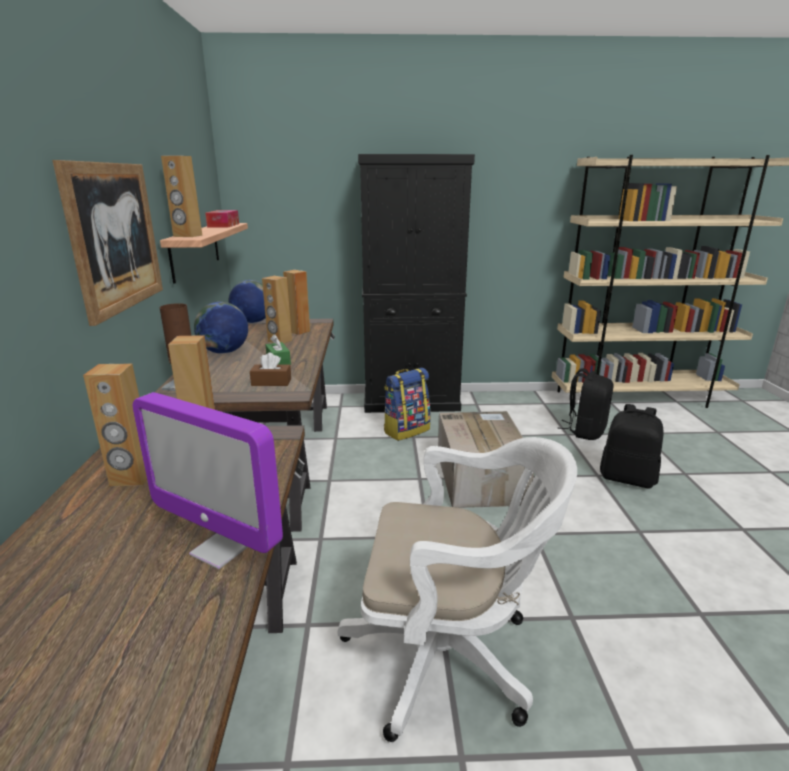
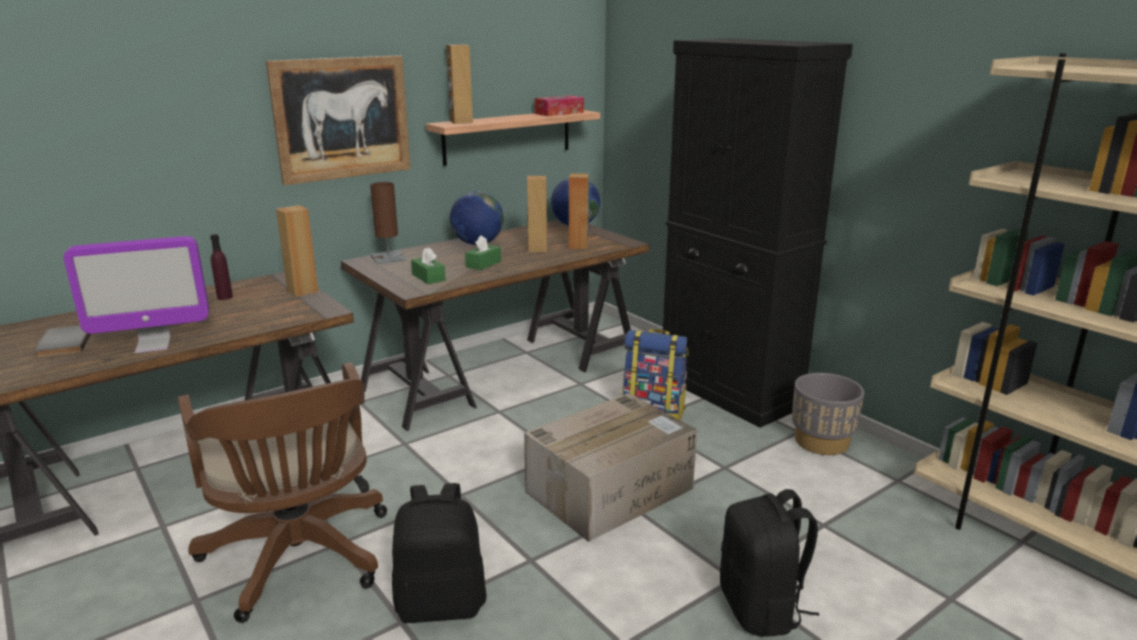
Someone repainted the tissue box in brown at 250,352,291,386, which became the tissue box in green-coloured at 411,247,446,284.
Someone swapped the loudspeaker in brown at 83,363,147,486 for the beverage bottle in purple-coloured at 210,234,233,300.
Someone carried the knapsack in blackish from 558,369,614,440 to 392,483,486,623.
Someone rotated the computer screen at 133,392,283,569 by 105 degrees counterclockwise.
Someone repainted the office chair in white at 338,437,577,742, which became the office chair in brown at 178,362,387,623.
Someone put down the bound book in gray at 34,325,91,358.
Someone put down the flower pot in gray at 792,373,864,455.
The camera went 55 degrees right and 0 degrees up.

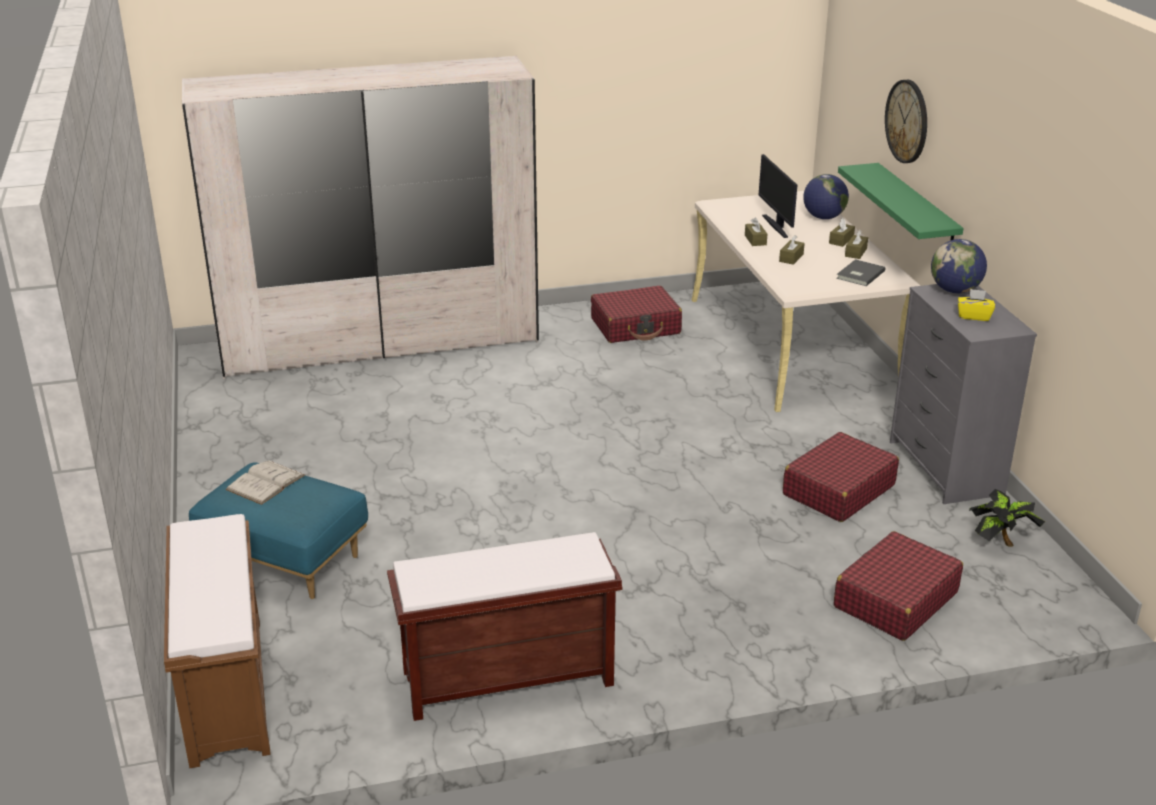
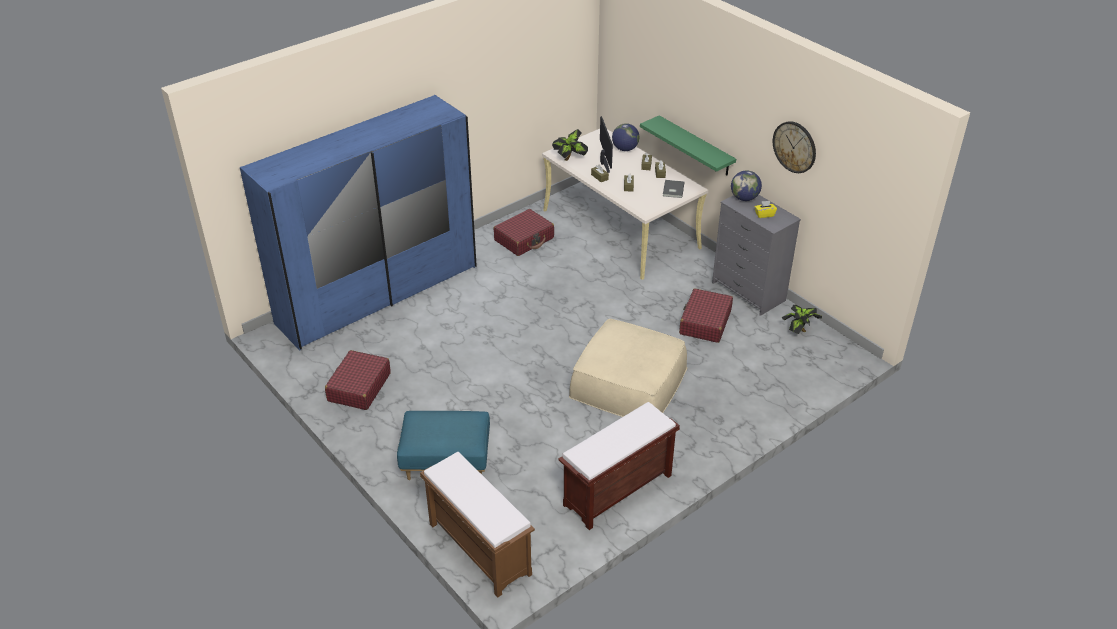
Someone repainted the wardrobe in white at 182,56,539,379, which became the wardrobe in bluish at 240,95,477,351.
Someone carried the wall clock from 885,80,927,163 to 773,121,816,173.
Someone rotated the computer screen at 759,154,797,238 by 150 degrees counterclockwise.
Someone took away the bound book in white at 226,460,305,505.
Someone carried the piece of luggage in red from 834,531,963,641 to 325,350,391,410.
Someone put down the potted plant at 552,129,588,161.
Someone put down the ottoman in beige at 569,319,687,417.
The camera went 25 degrees left and 10 degrees up.

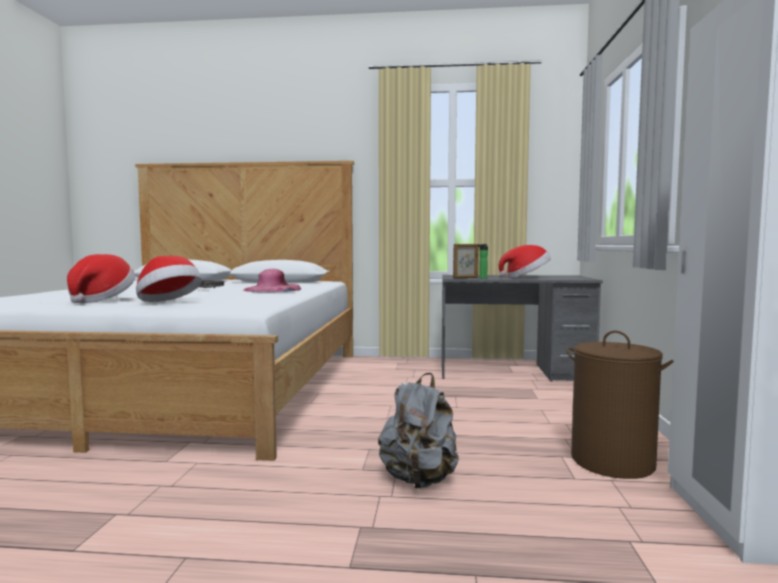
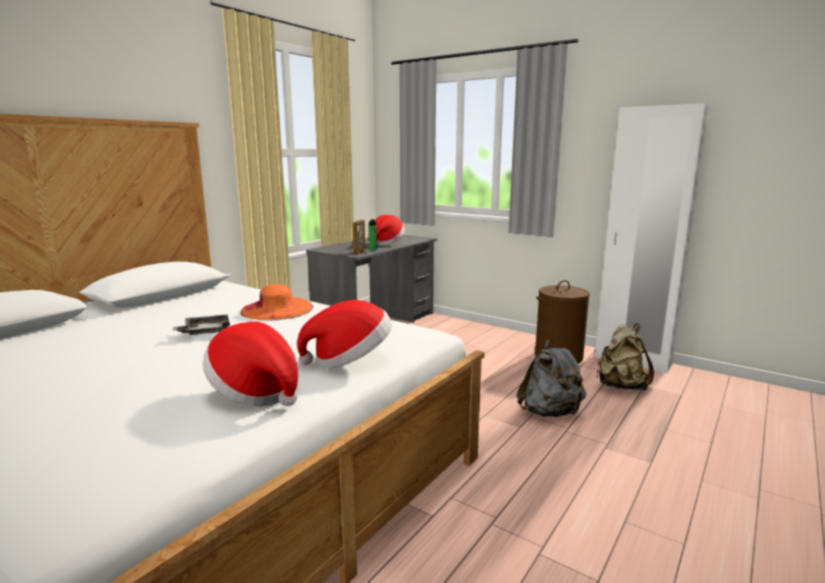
Someone repainted the hat in pink at 243,269,301,292, which became the hat in orange-coloured at 240,284,313,320.
Someone put down the knapsack in beige at 597,323,654,391.
The camera went 60 degrees left and 10 degrees up.

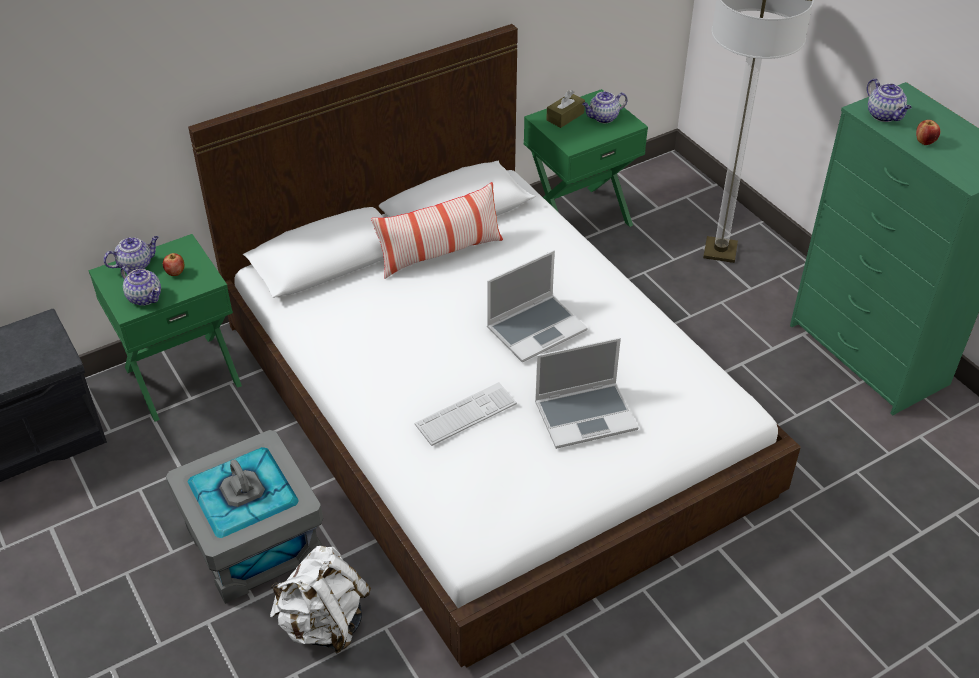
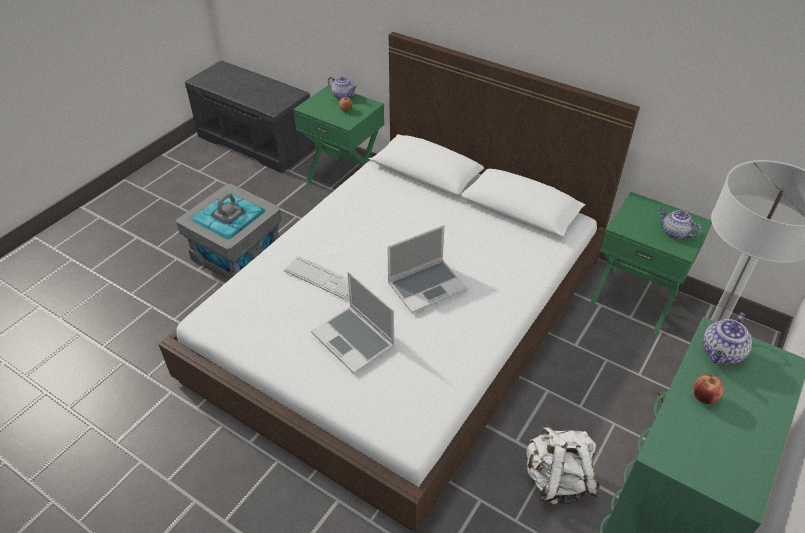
Someone took away the tissue box in brown at 546,90,585,128.
Someone took away the cushion at 371,182,503,279.
Someone rotated the laptop at 487,250,588,362 by 60 degrees counterclockwise.
Someone took away the pot for tea at 121,266,161,306.
Someone carried the knapsack in white from 270,546,371,653 to 526,425,600,505.
The camera went 65 degrees right and 0 degrees up.

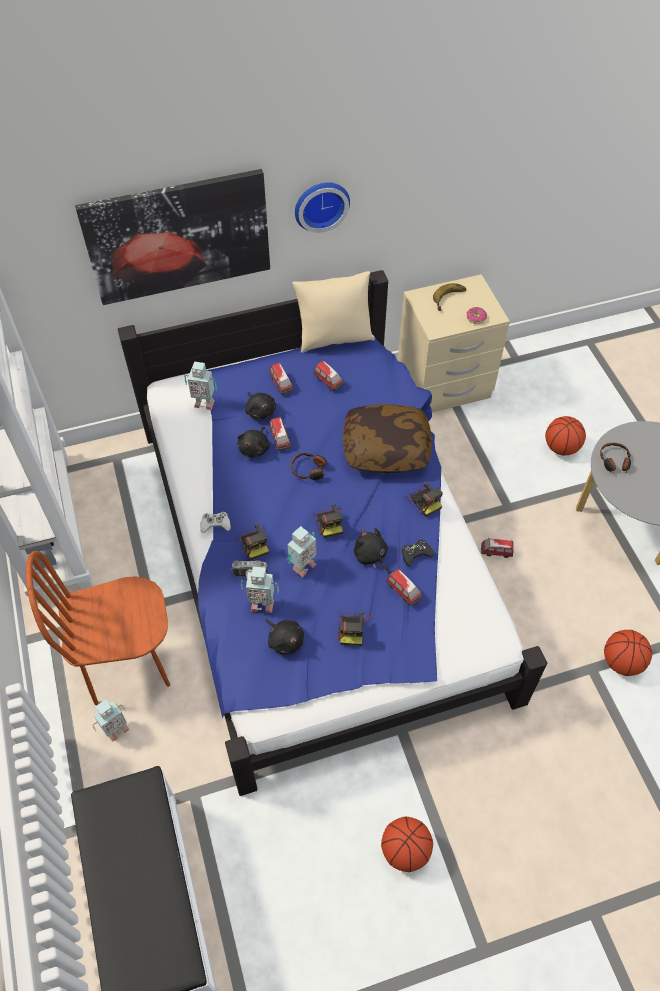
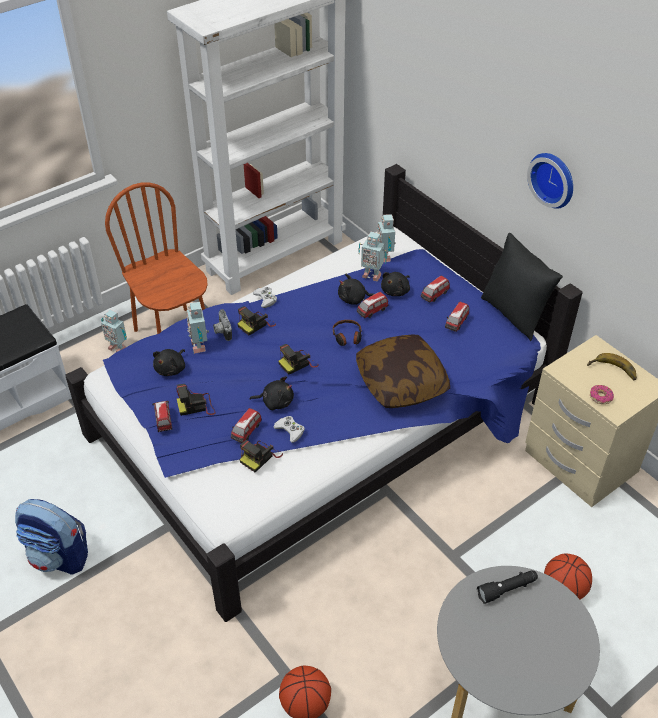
Someone took away the wall art at 75,169,270,305.
Someone repainted the cushion in beige at 292,271,374,353, which became the cushion in blackish at 481,233,563,341.
Someone swapped the headset at 600,443,631,473 for the flashlight in blackish at 477,570,538,604.
Someone carried the photo camera from 405,482,443,517 to 240,440,283,472.
Someone carried the toy robot from 287,526,317,577 to 358,232,387,282.
Someone rotated the cuddly toy in blackish at 354,528,390,574 by 60 degrees clockwise.
Someone carried the miniature car from 481,539,513,558 to 152,401,172,432.
Someone repainted the game controller in blackish at 402,540,434,566, which became the game controller in white at 273,416,305,443.
Someone swapped the ball for basketball at 381,817,433,872 for the knapsack at 15,499,88,575.
The camera went 70 degrees right and 10 degrees down.

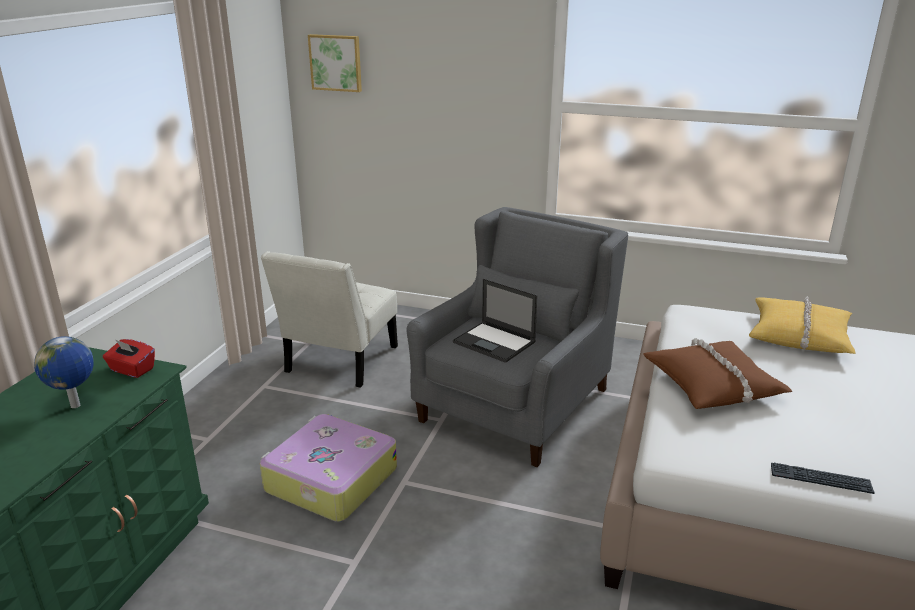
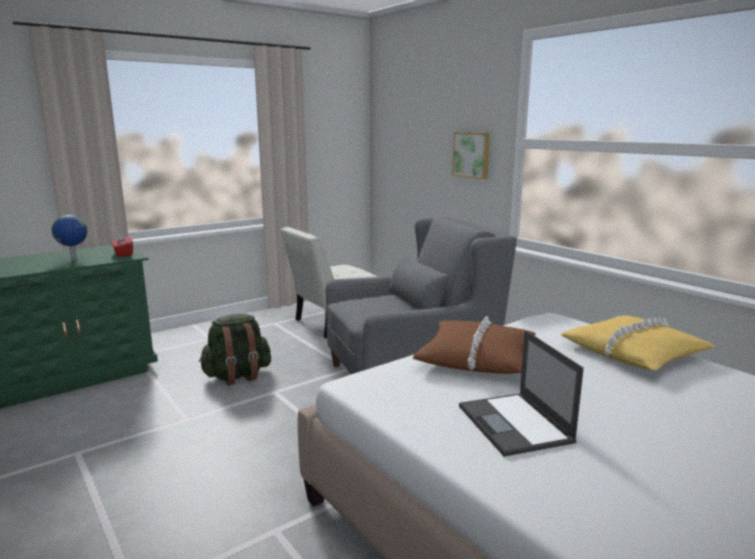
Someone carried the wall art from 308,34,362,92 to 452,132,490,179.
Someone carried the laptop from 453,278,538,363 to 459,330,584,457.
Someone swapped the piece of luggage at 260,414,397,522 for the knapsack in green-coloured at 199,314,271,386.
Someone took away the PC keyboard at 771,463,875,494.
The camera went 35 degrees right and 10 degrees down.

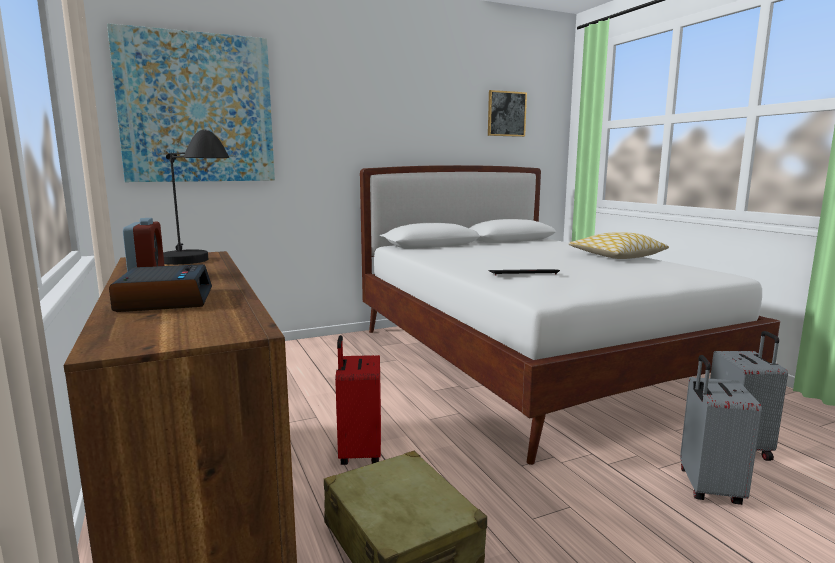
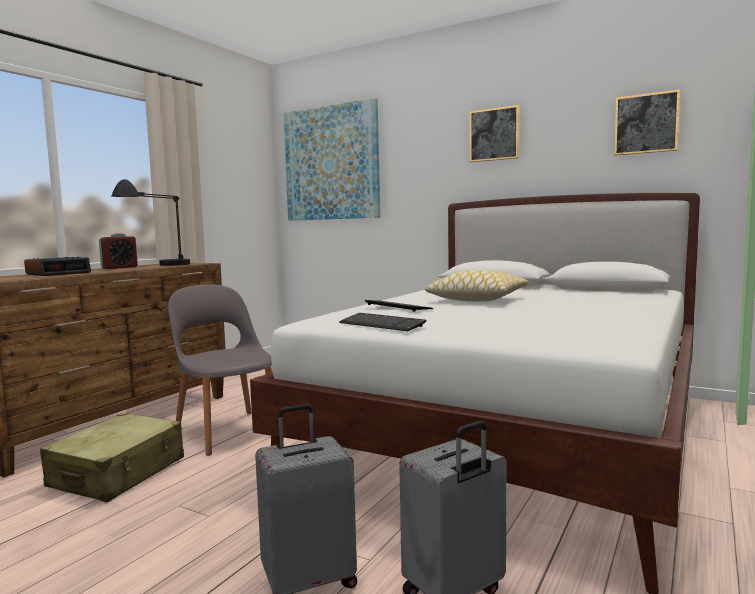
Someone carried the cushion from 569,232,669,259 to 425,270,528,301.
Someone swapped the piece of luggage in red at 335,335,381,465 for the chair in gray at 168,284,272,456.
Someone put up the wall art at 469,105,519,162.
Someone put down the PC keyboard at 339,313,426,331.
The camera went 55 degrees right and 5 degrees down.

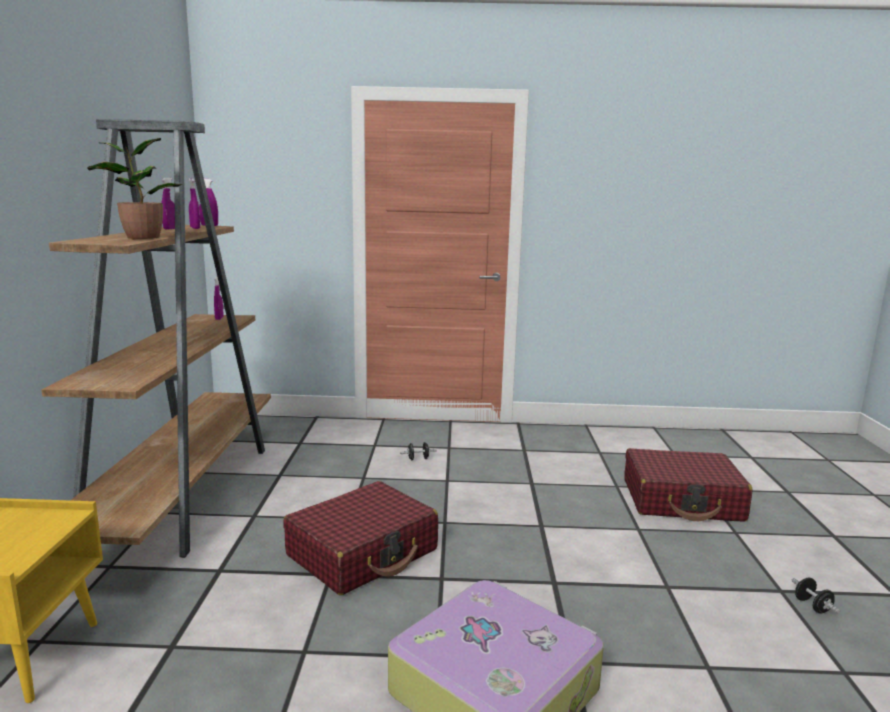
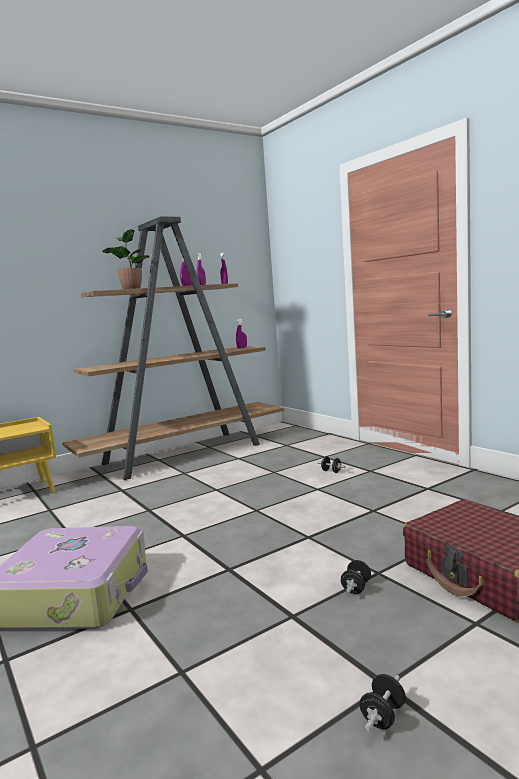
Someone took away the piece of luggage in red at 283,481,438,595.
Someone put down the dumbbell in blackish at 341,560,371,594.
The camera went 55 degrees right and 5 degrees down.

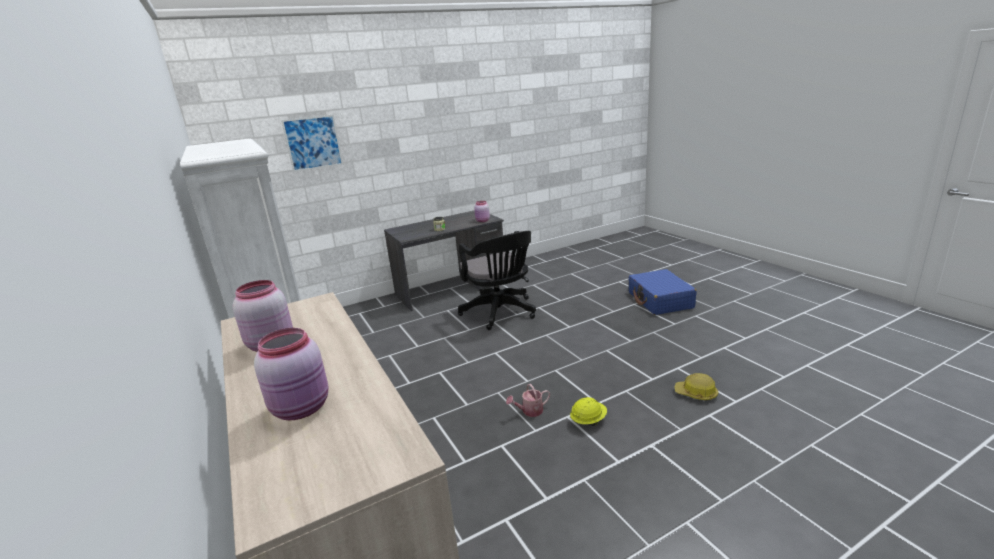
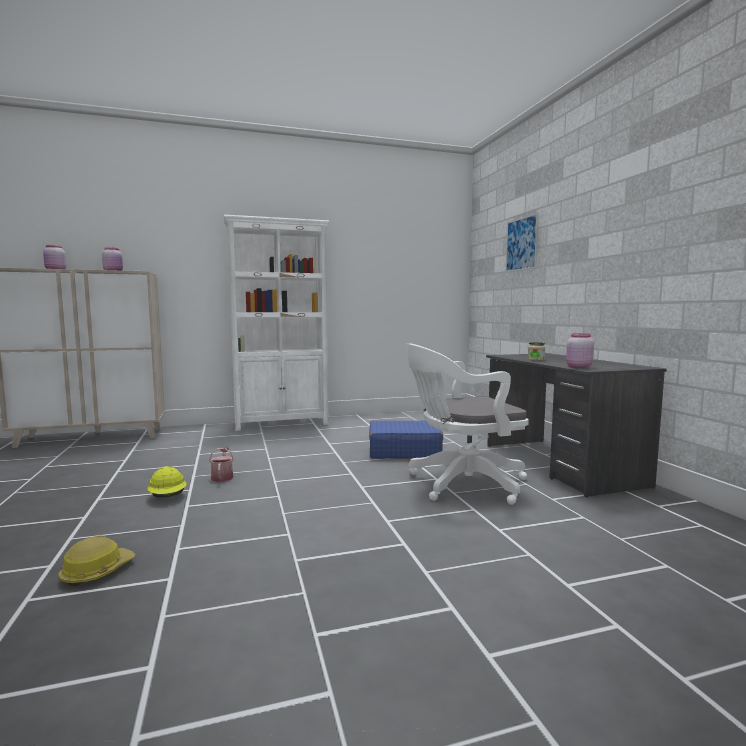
Someone repainted the office chair in blackish at 458,231,536,330, which became the office chair in white at 406,344,529,505.
Someone carried the piece of luggage in bluish from 628,269,697,315 to 369,421,443,459.
The camera went 100 degrees right and 15 degrees down.

